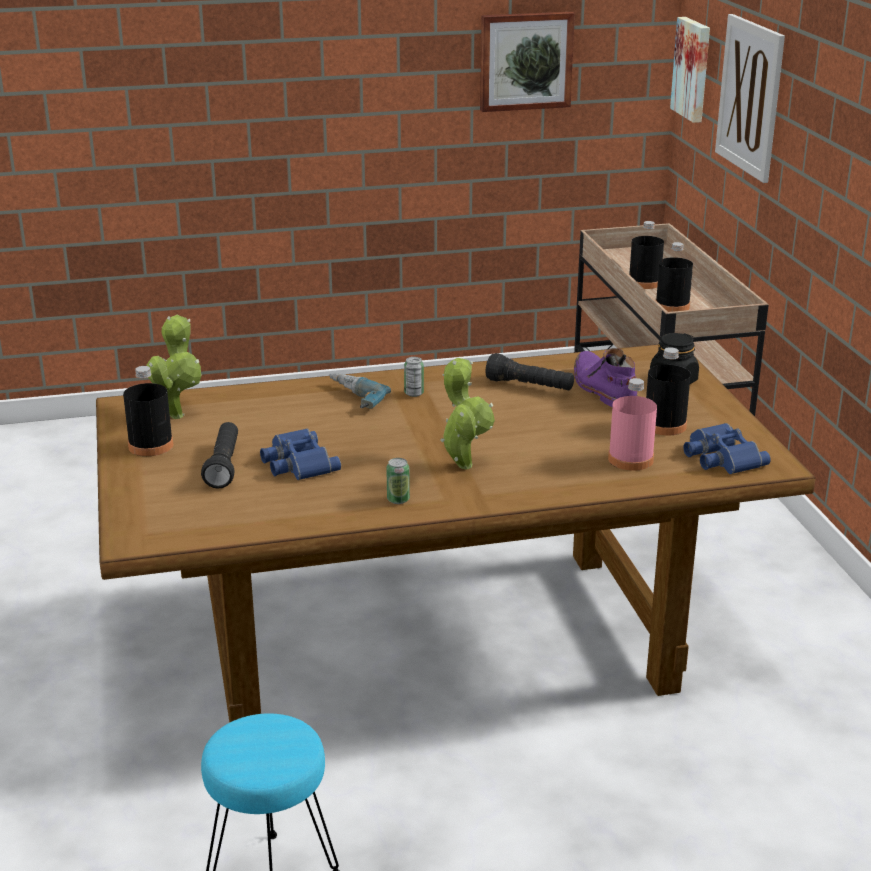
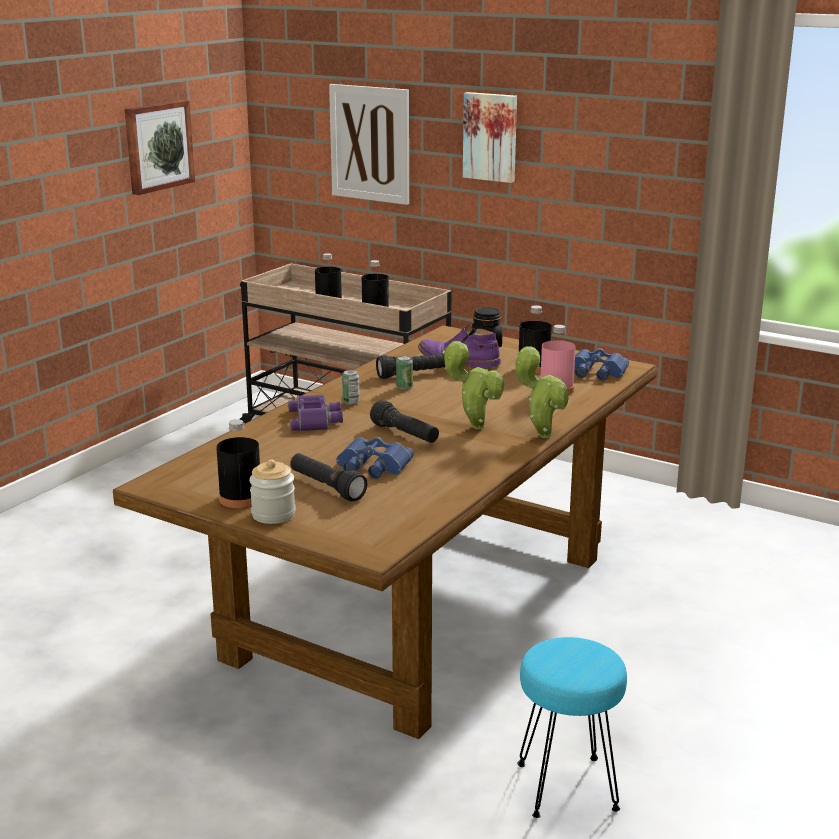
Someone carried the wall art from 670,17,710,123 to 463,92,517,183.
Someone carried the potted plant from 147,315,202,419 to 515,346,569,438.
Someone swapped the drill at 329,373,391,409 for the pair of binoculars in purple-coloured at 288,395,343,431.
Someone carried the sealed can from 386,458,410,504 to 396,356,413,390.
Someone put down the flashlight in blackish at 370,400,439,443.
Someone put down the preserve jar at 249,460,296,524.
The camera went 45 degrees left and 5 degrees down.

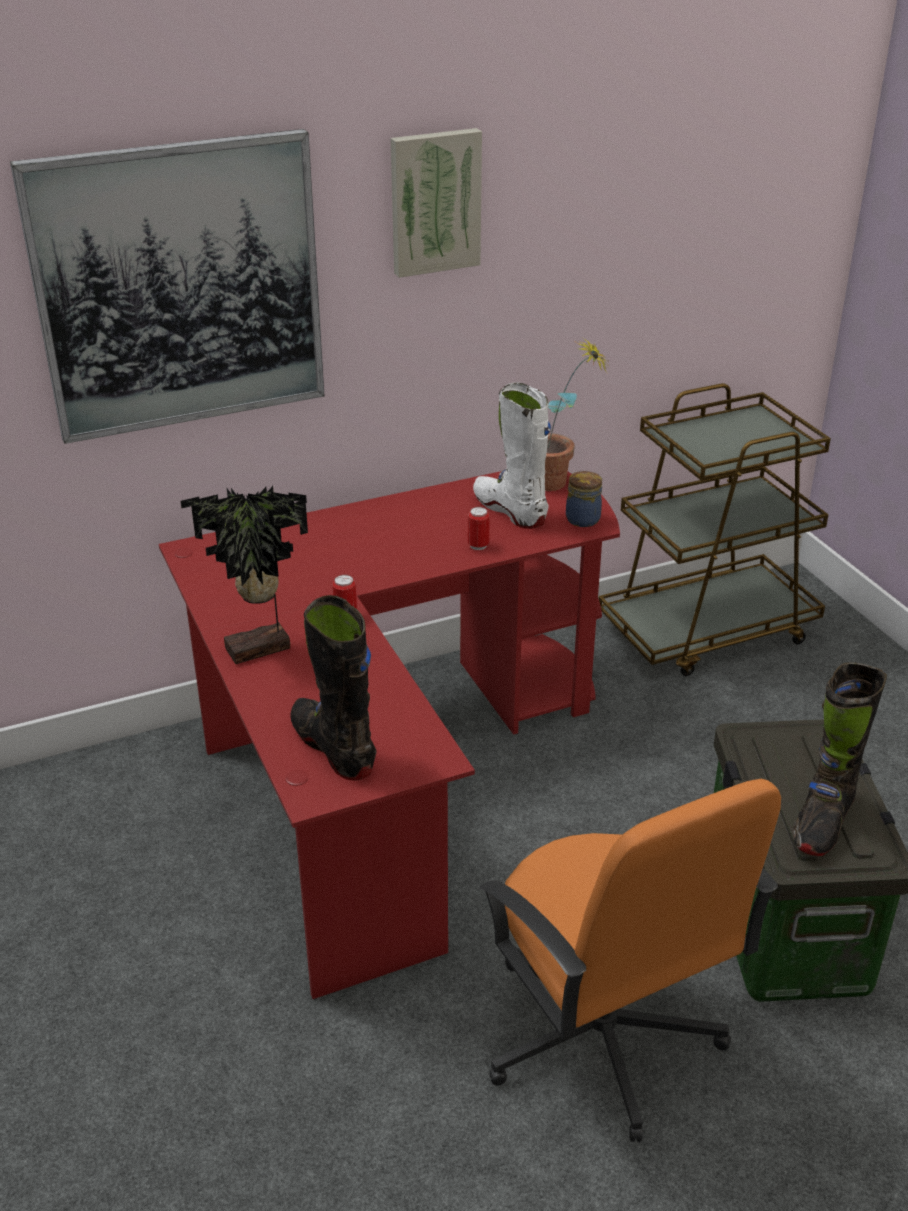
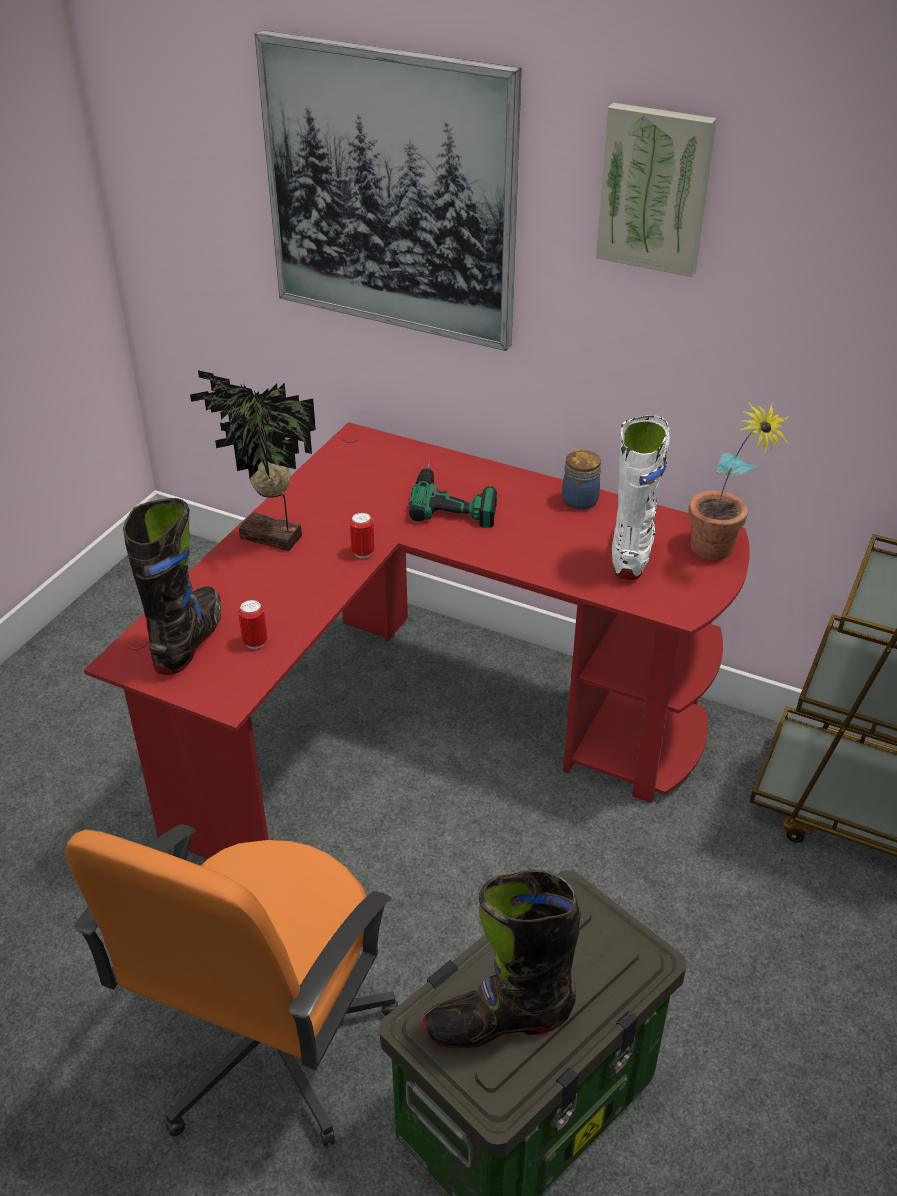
Someone carried the preserve jar from 566,471,602,527 to 562,450,601,510.
Someone carried the sealed can from 468,507,490,550 to 238,600,267,649.
Someone put down the drill at 409,461,497,528.
The camera went 50 degrees right and 5 degrees up.

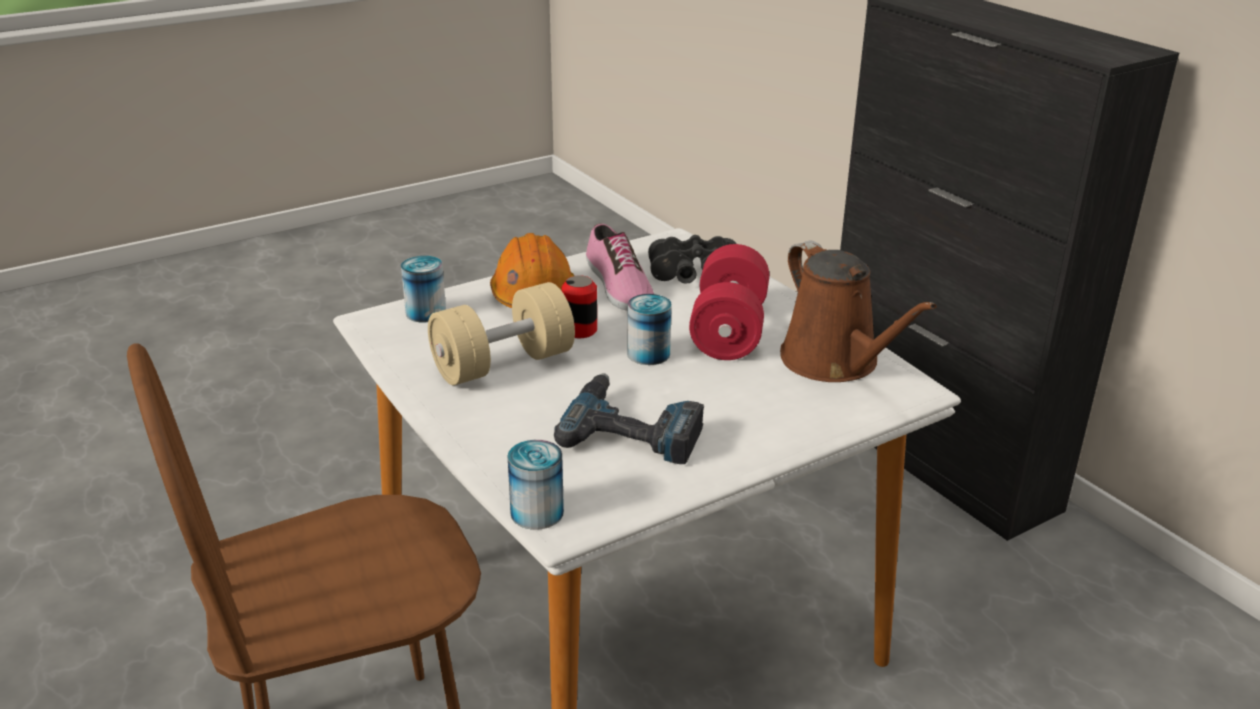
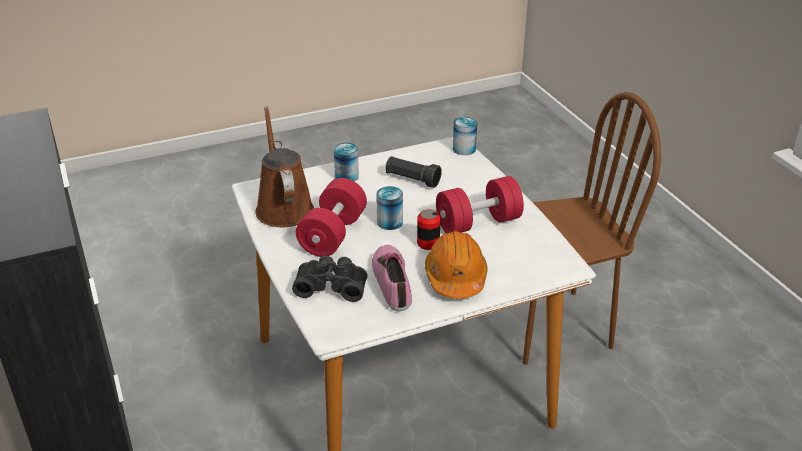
Someone carried the sealed can from 401,256,446,322 to 333,143,359,182.
Someone repainted the dumbbell in beige at 428,282,575,386, which became the dumbbell in red at 436,176,524,233.
Someone swapped the drill at 554,373,704,464 for the flashlight in blackish at 386,156,442,188.
The camera went 170 degrees left and 5 degrees up.

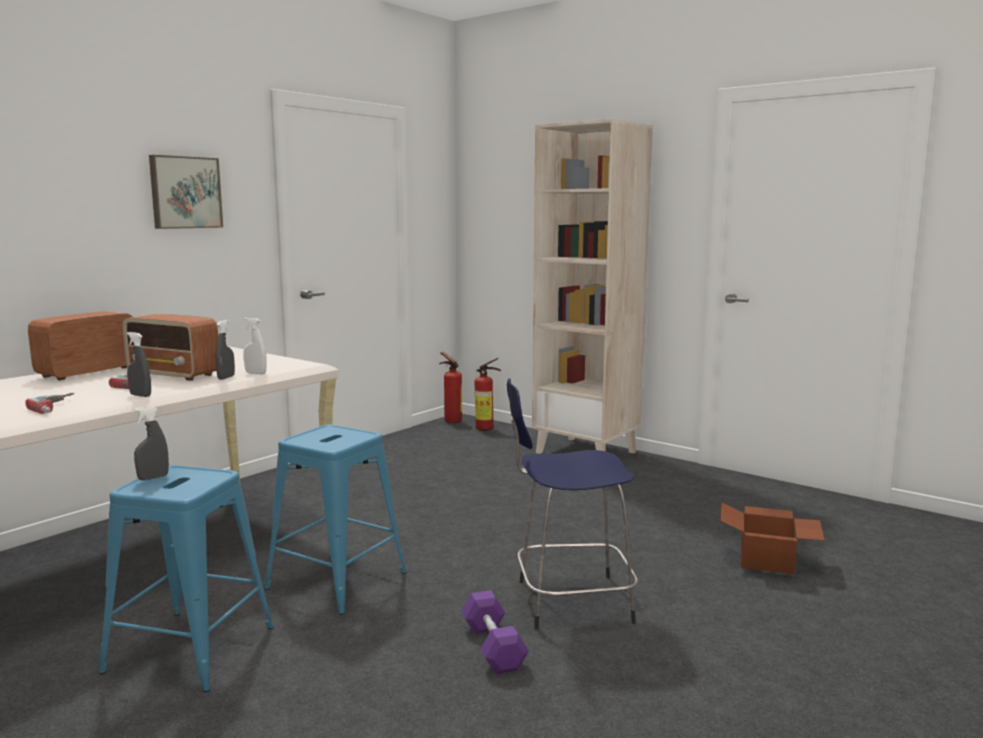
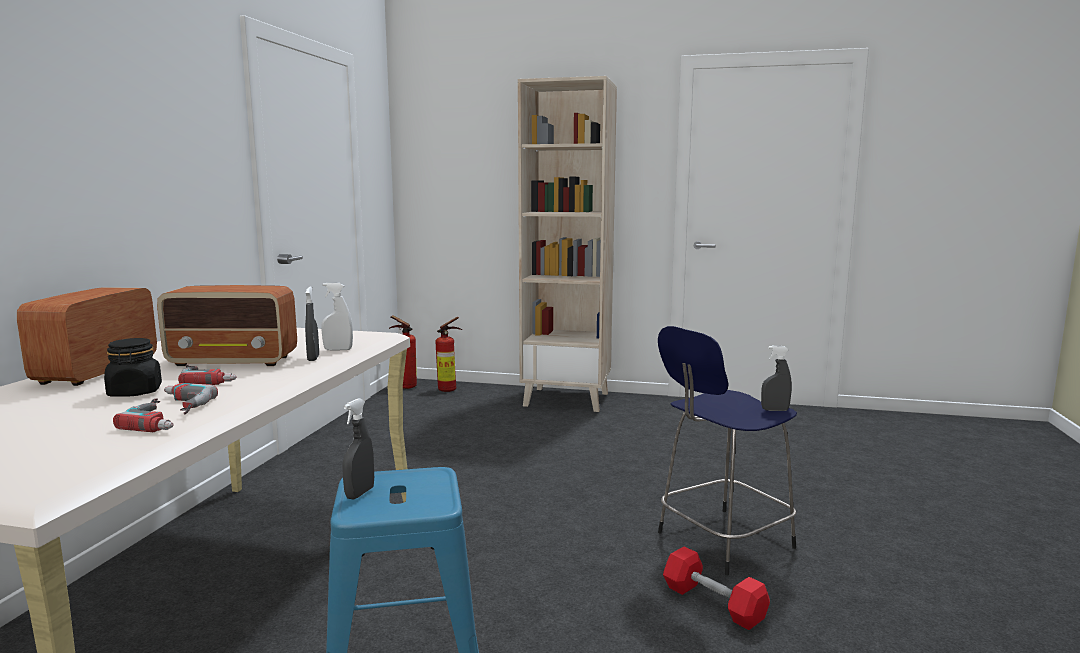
Someone took away the wall art at 149,155,223,229.
Someone carried the spray bottle in gray from 127,332,151,397 to 761,346,792,411.
Someone took away the sitting stool in bluish at 265,425,407,615.
Someone took away the carton at 720,503,825,575.
Someone repainted the dumbbell in purple-coloured at 461,590,529,674, which became the dumbbell in red at 663,546,770,630.
Someone put down the preserve jar in blackish at 104,338,162,397.
Someone put down the drill at 164,383,218,415.
The camera went 25 degrees left and 0 degrees up.

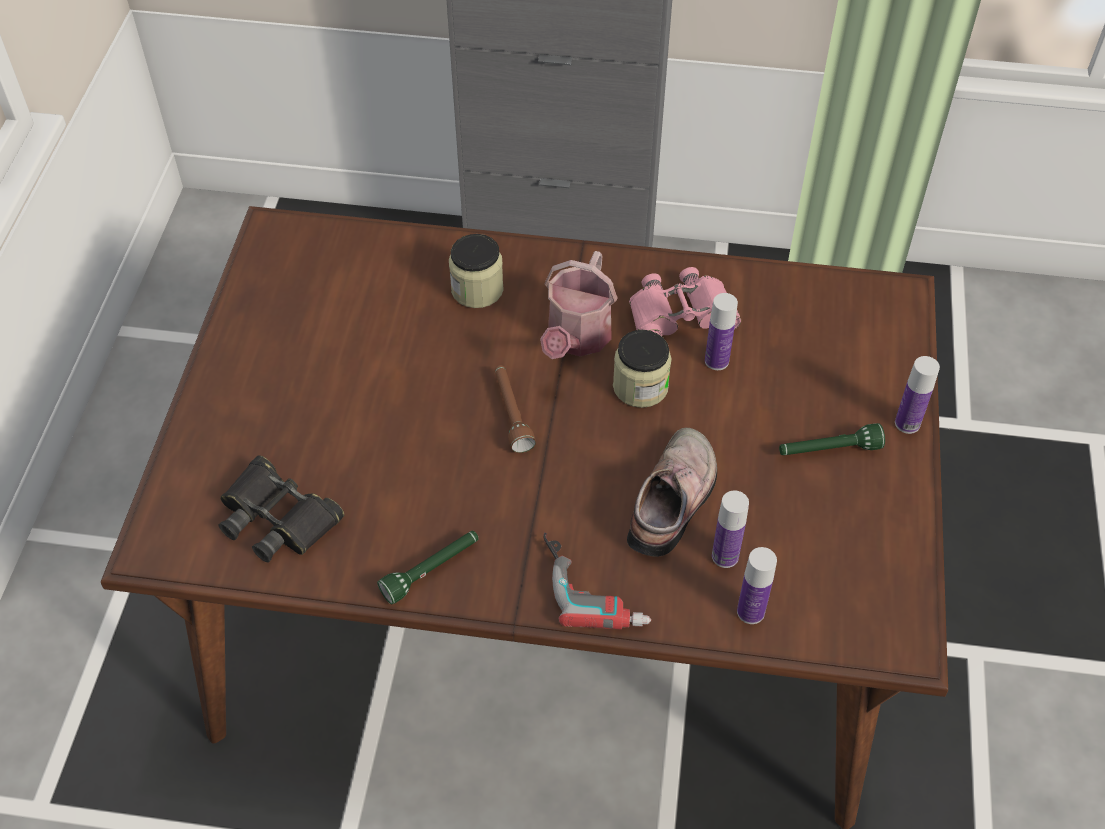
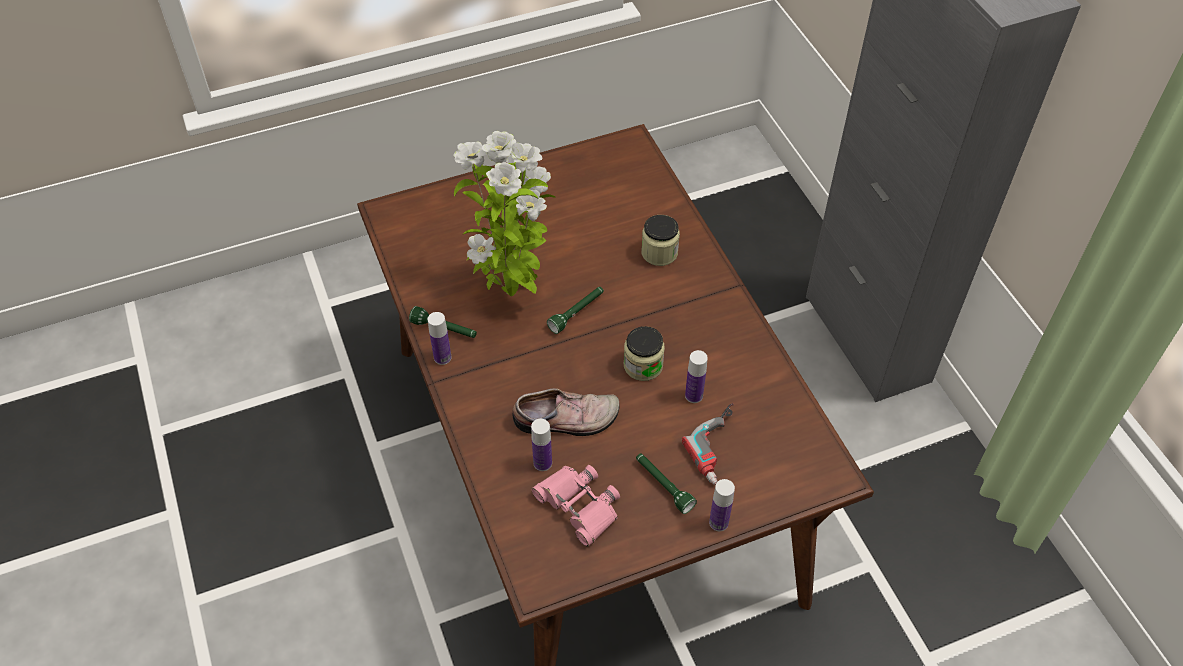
Someone took away the sprinkling can at 540,251,618,359.
Someone carried the pair of binoculars in pink from 629,267,741,336 to 532,465,620,547.
Someone repainted the flashlight in brown at 495,365,536,453, which became the flashlight in green-coloured at 547,287,604,334.
Someone took away the pair of binoculars in blackish at 219,455,344,563.
Someone carried the drill from 543,532,651,629 to 682,403,734,485.
Someone carried the beverage bottle from 737,547,777,624 to 428,312,451,365.
Someone put down the potted plant at 453,131,556,296.
The camera went 60 degrees right and 0 degrees up.

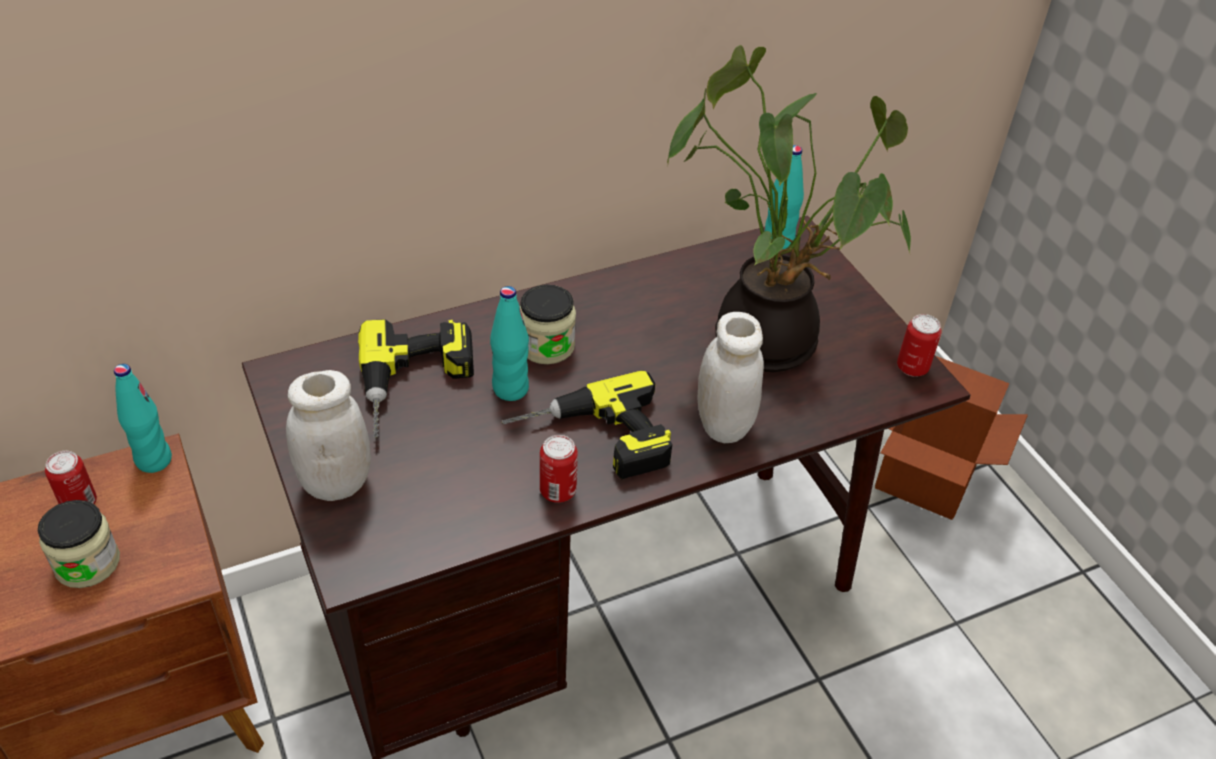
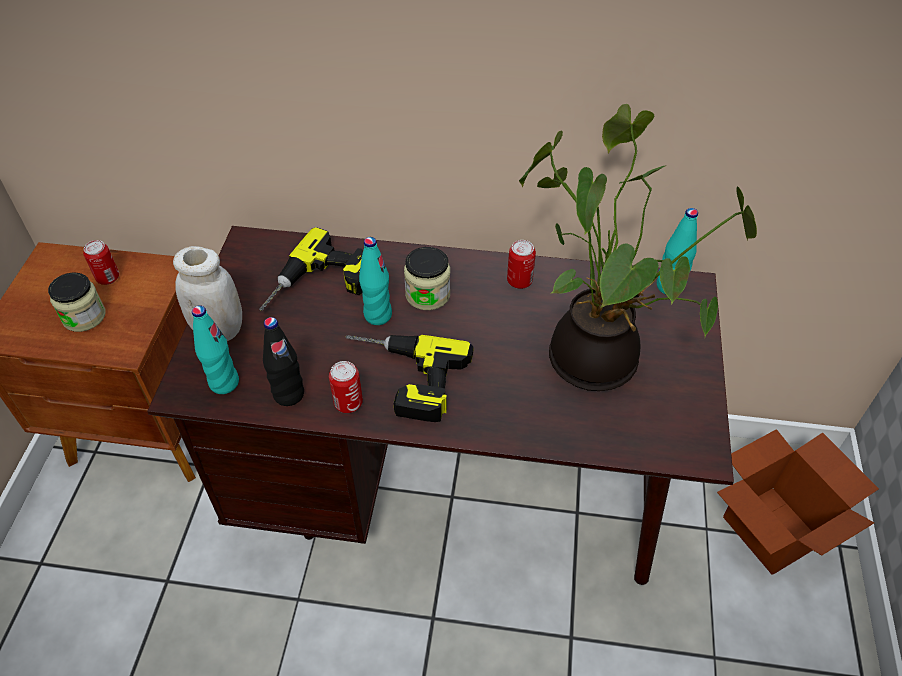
Someone took away the preserve jar in white at 697,312,764,443.
Someone carried the sealed can from 897,314,942,377 to 507,240,536,289.
Someone carried the beverage bottle in turquoise from 114,364,172,473 to 192,305,239,394.
Someone put down the beverage bottle in blackish at 263,317,304,406.
The camera went 35 degrees right and 5 degrees up.

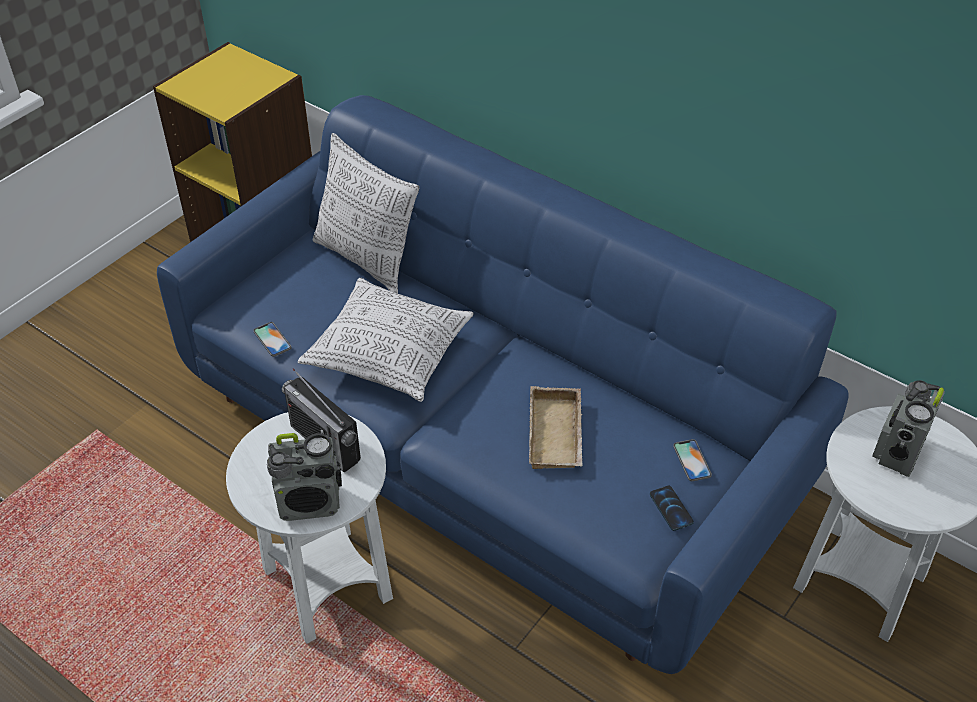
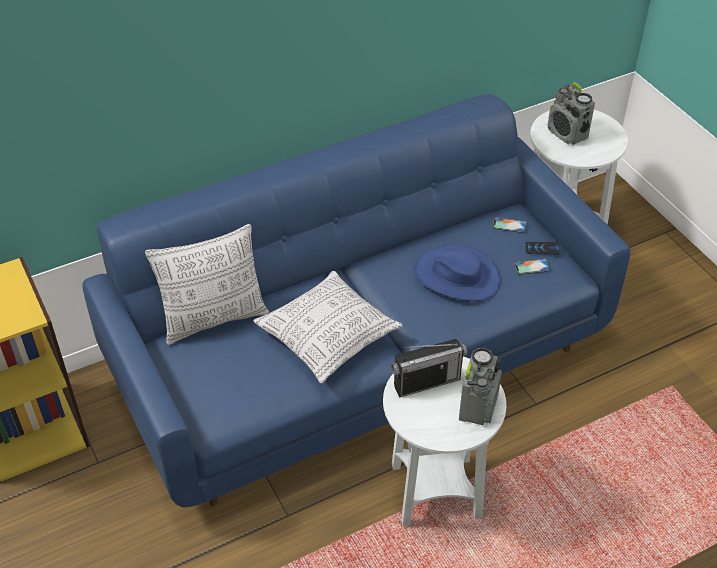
Someone carried the handset from 253,322,291,357 to 514,259,551,275.
Someone swapped the serving tray in beige at 529,386,583,469 for the hat in bluish at 414,245,500,301.
The camera went 65 degrees left and 0 degrees up.

